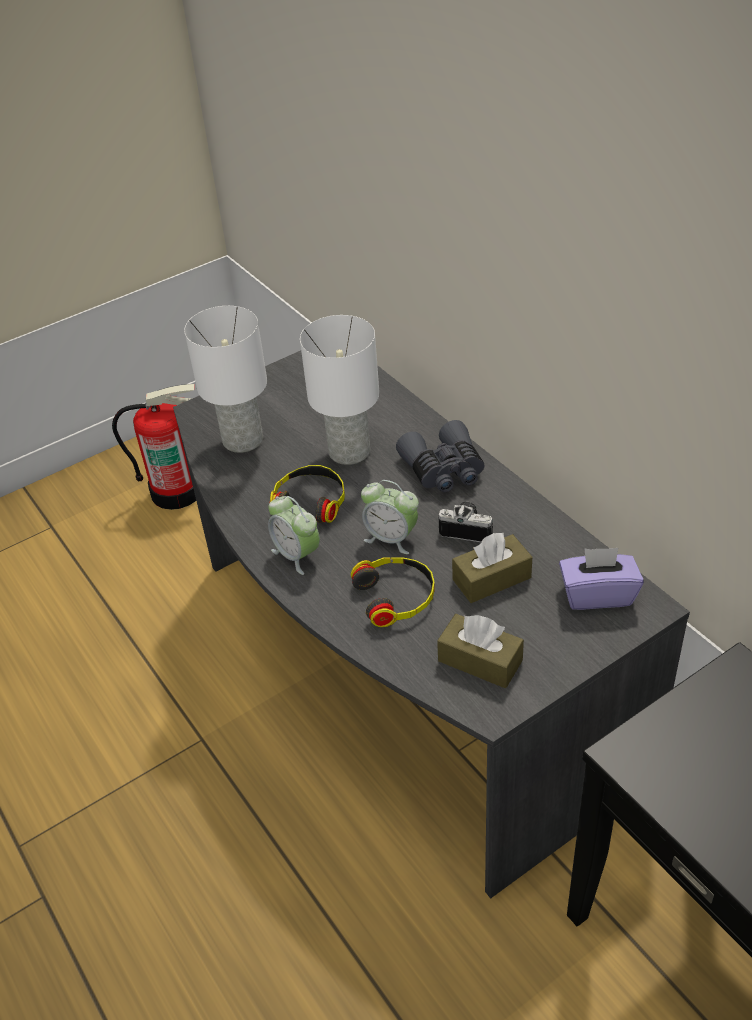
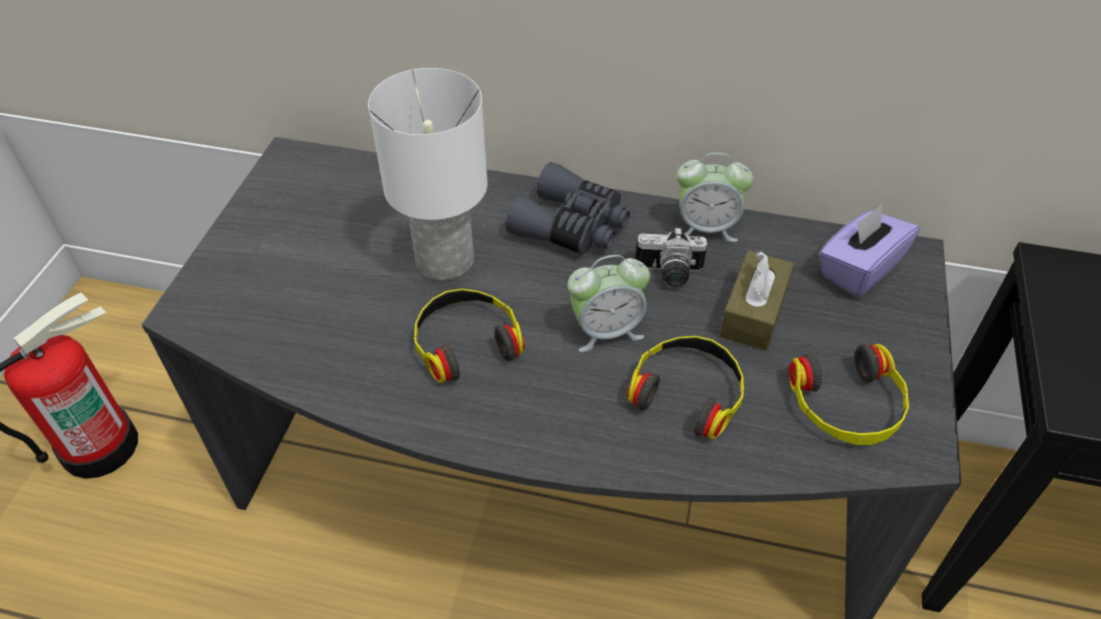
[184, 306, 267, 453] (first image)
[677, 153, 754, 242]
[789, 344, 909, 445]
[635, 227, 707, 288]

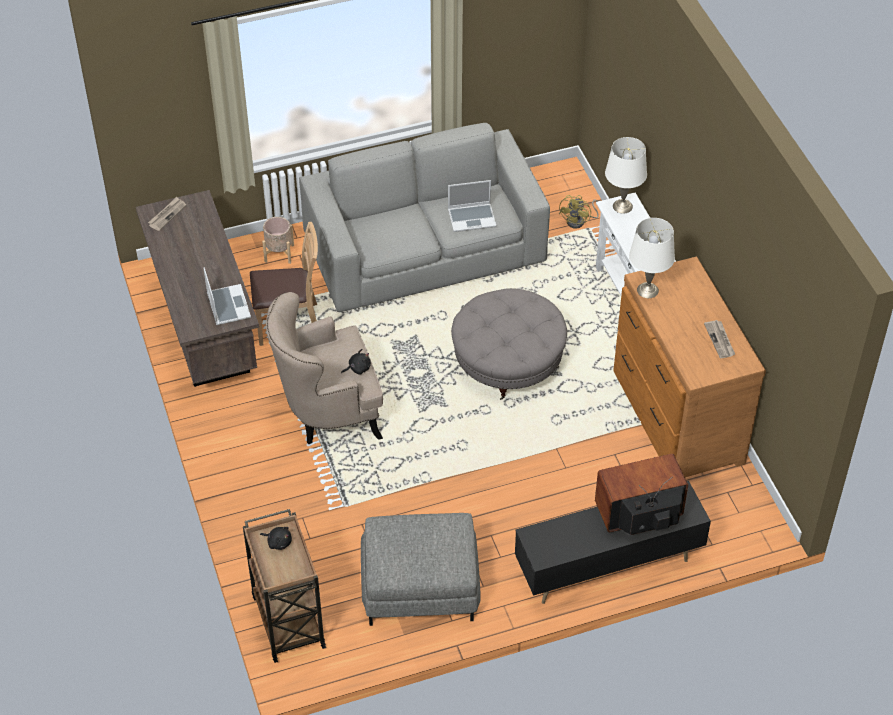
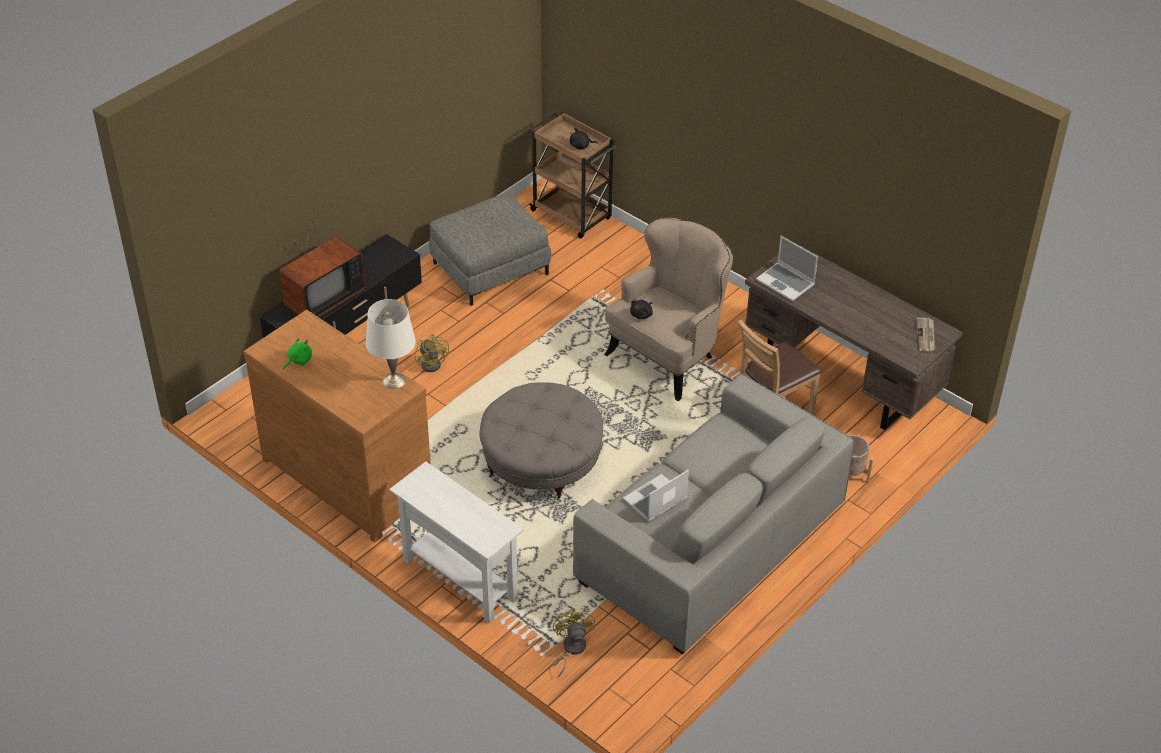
[605, 137, 647, 214] (first image)
[283, 338, 312, 369]
[415, 334, 449, 372]

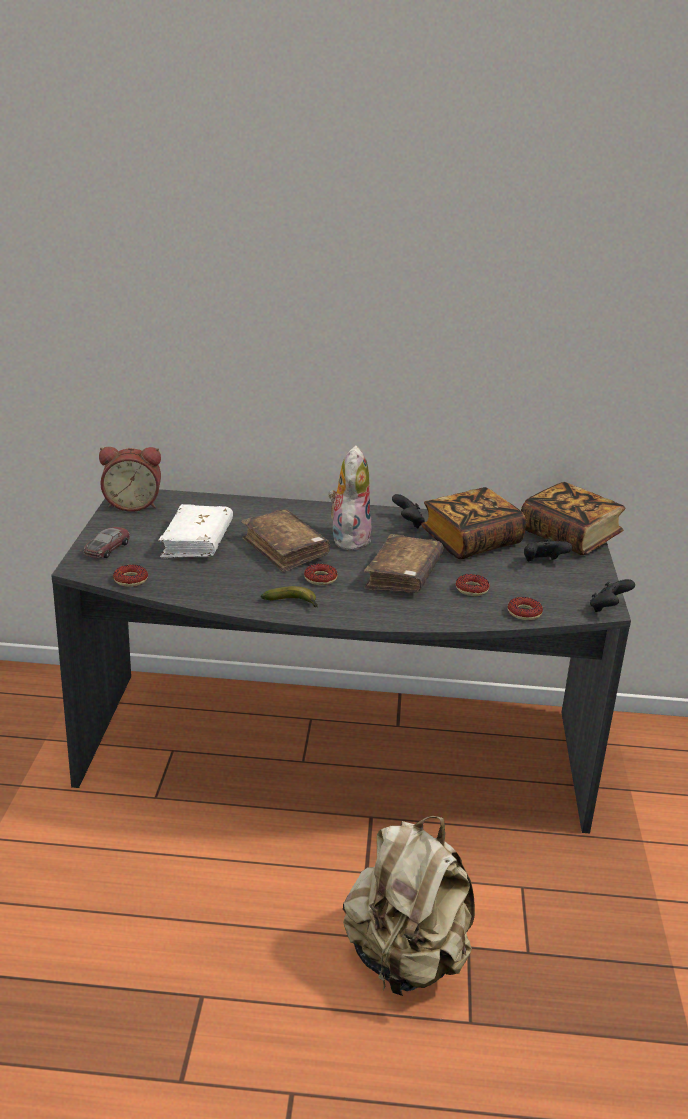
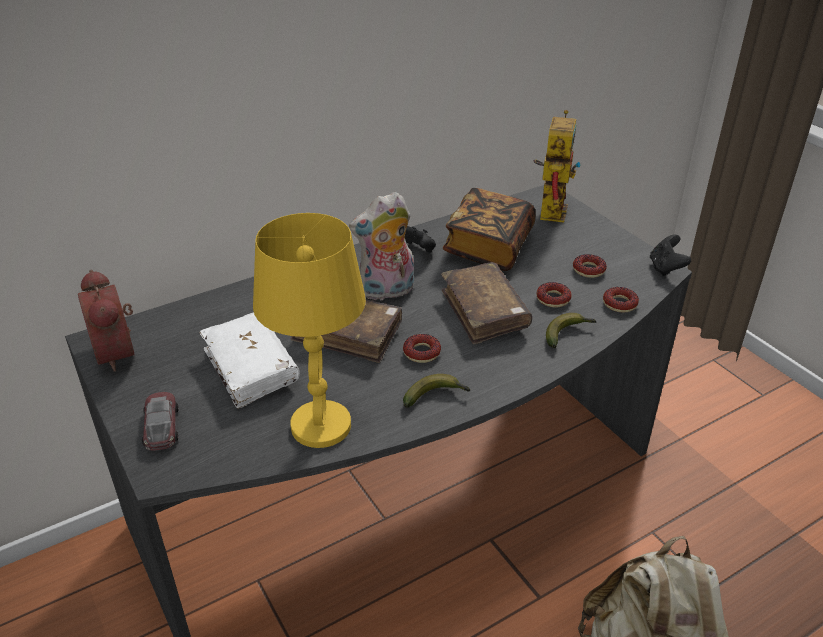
[78, 269, 135, 372]
[573, 254, 607, 278]
[349, 192, 414, 301]
[533, 110, 581, 223]
[524, 539, 572, 561] (first image)
[253, 213, 366, 448]
[546, 313, 596, 348]

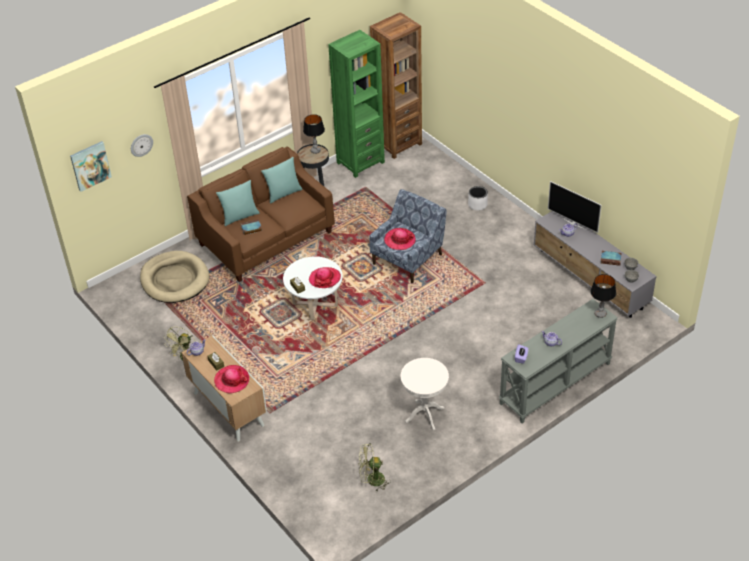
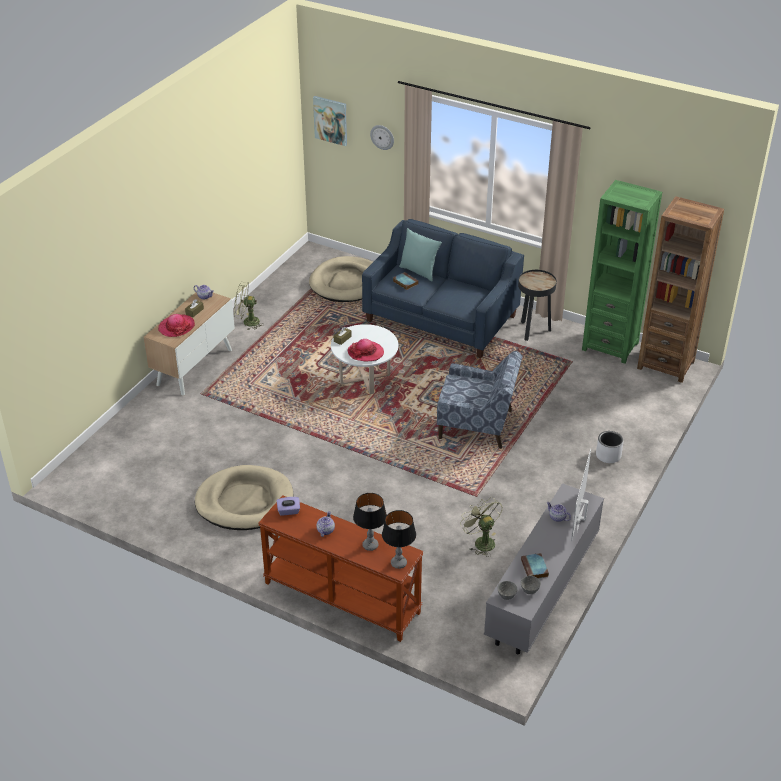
[362, 219, 524, 358]
[261, 157, 303, 204] (first image)
[353, 493, 387, 551]
[460, 497, 503, 557]
[384, 228, 415, 250] (first image)
[195, 465, 293, 530]
[259, 495, 424, 642]

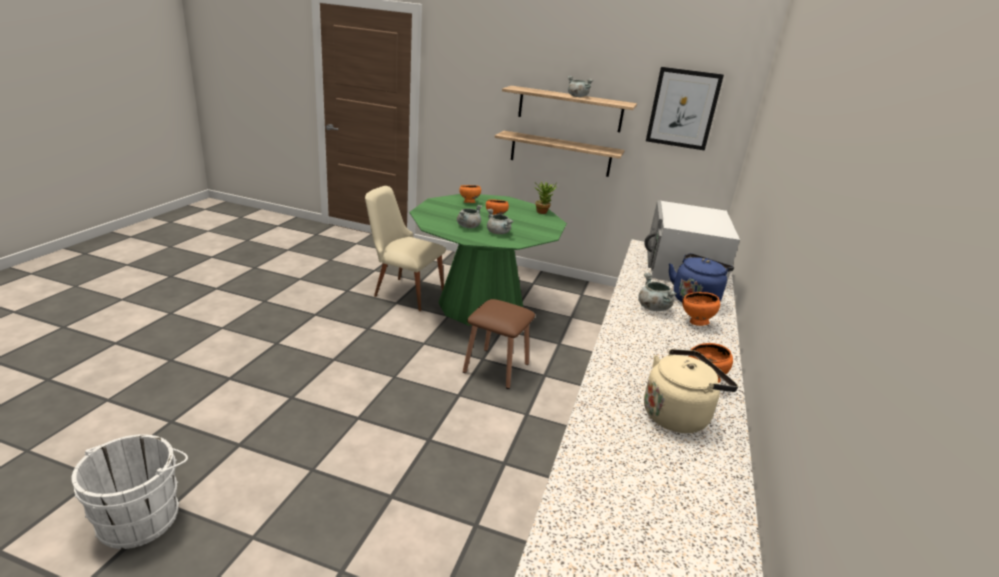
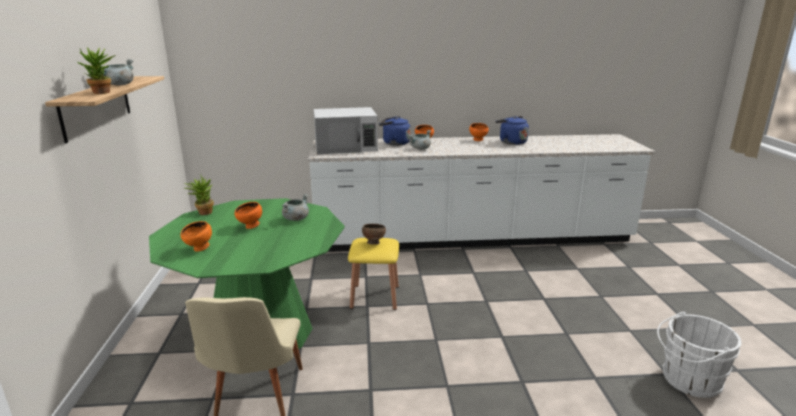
[457, 205, 482, 228] (first image)
[348, 238, 399, 310]
[495, 131, 625, 177] (first image)
[496, 116, 529, 145]
[646, 67, 724, 151] (first image)
[77, 47, 116, 94]
[362, 224, 386, 245]

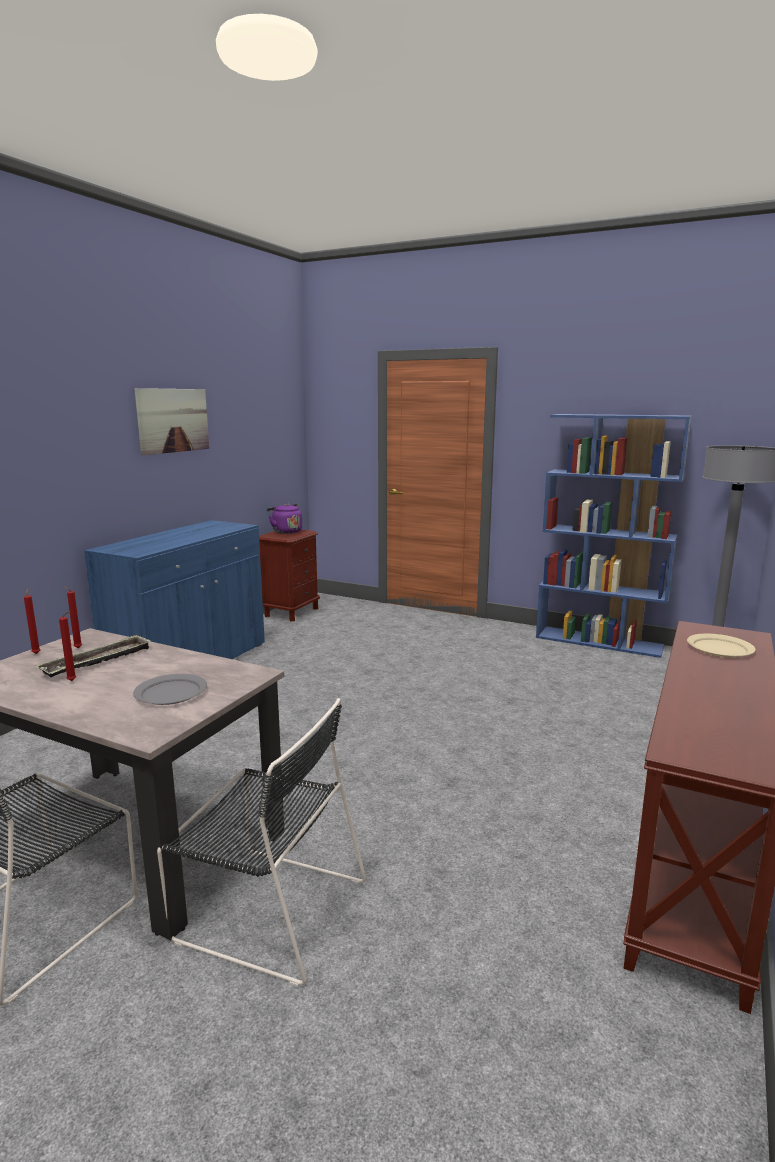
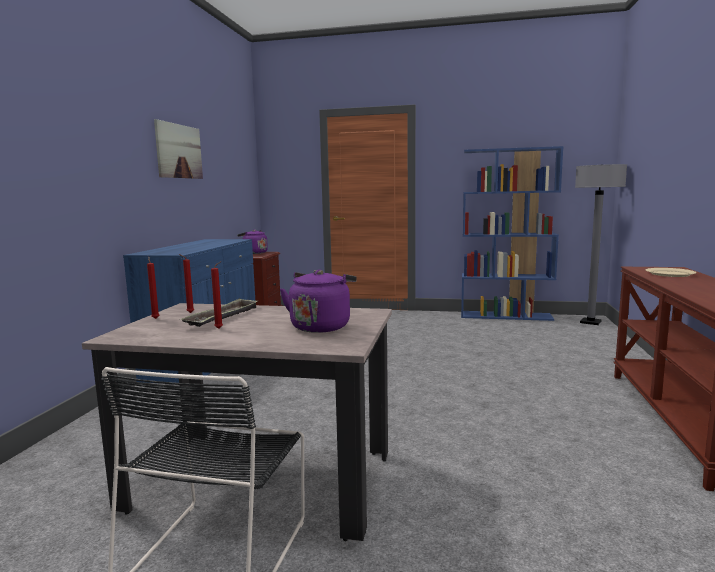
[280, 270, 357, 333]
[157, 698, 366, 987] (first image)

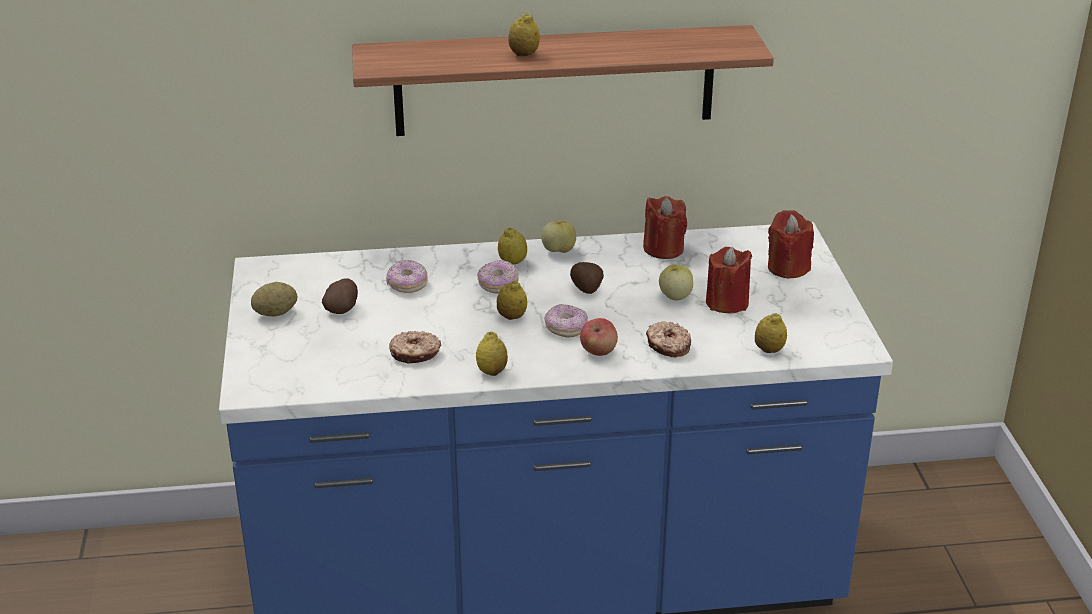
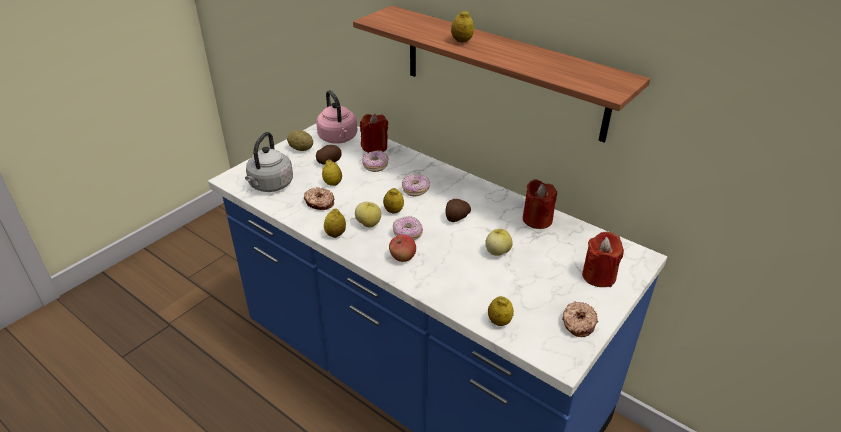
[322, 160, 342, 186]
[355, 202, 381, 227]
[562, 301, 598, 337]
[360, 114, 388, 153]
[245, 132, 293, 192]
[316, 90, 357, 144]

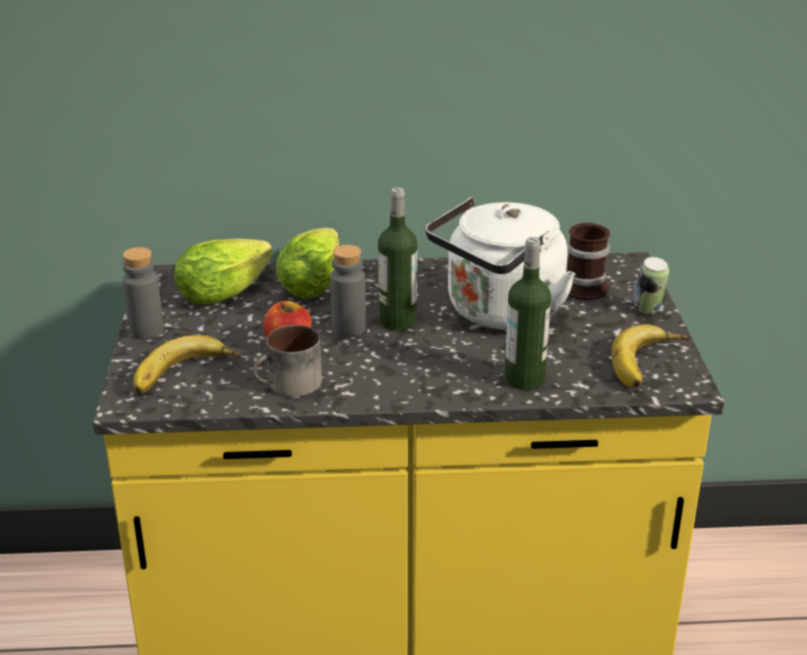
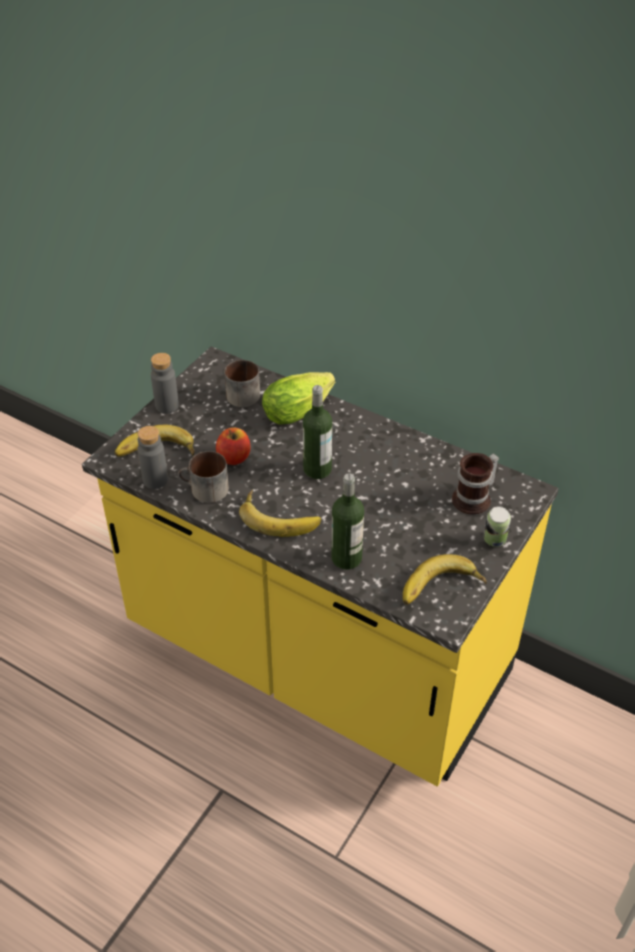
[224, 360, 260, 407]
[137, 426, 168, 489]
[426, 197, 575, 330] (first image)
[239, 490, 321, 537]

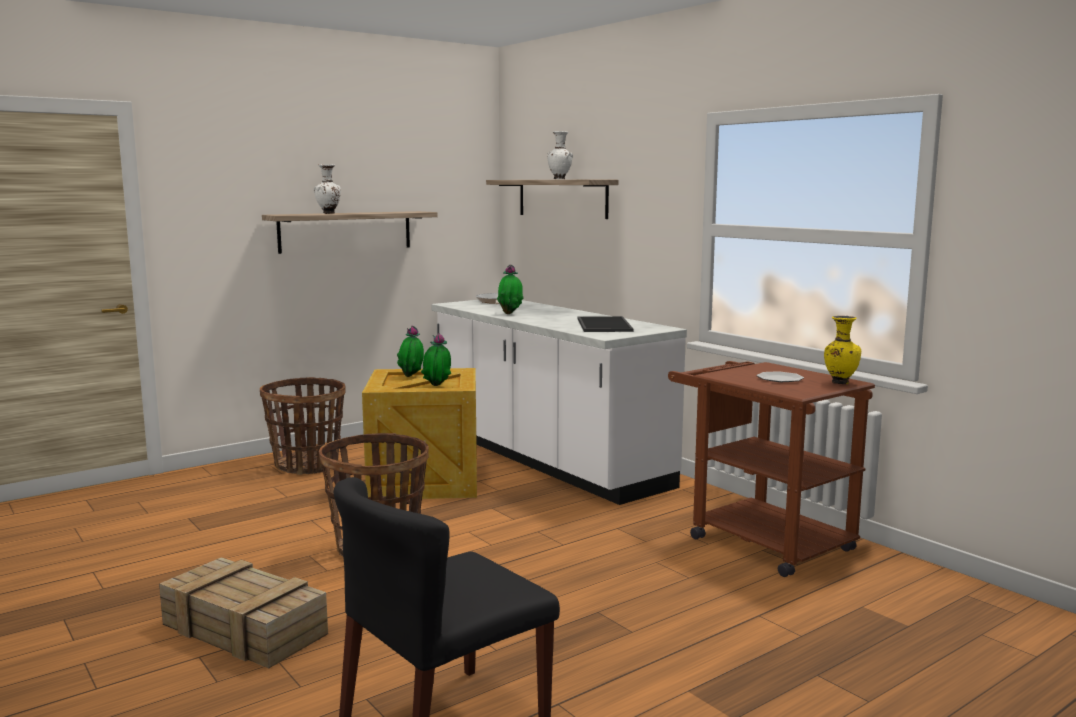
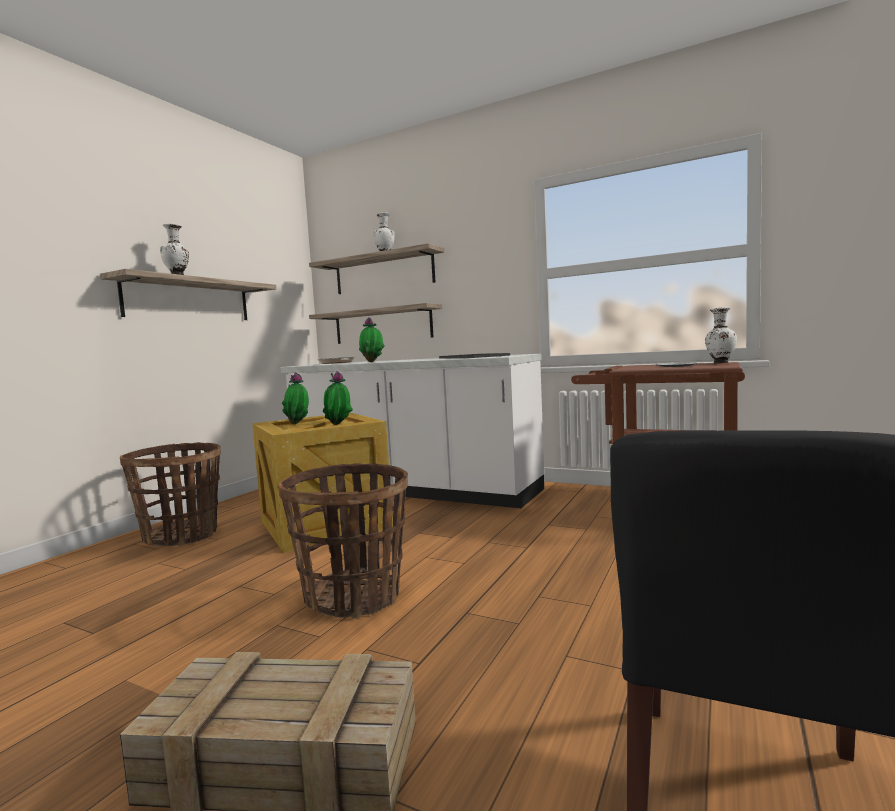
[705, 307, 737, 363]
[309, 303, 442, 344]

